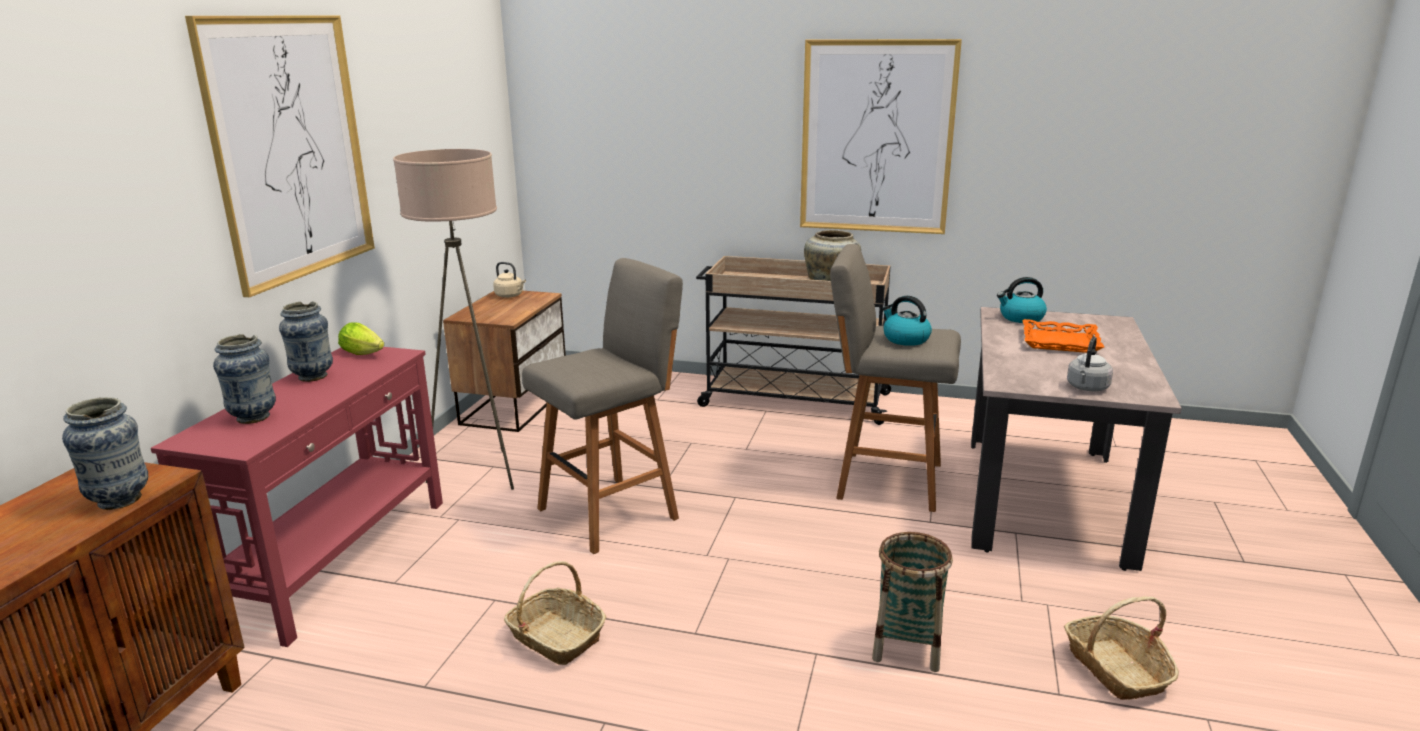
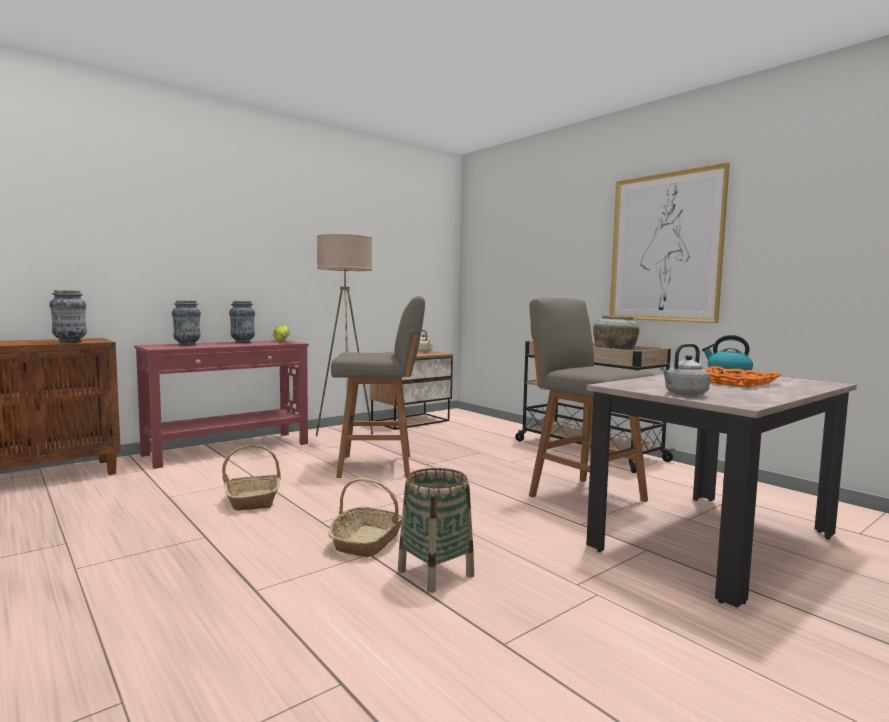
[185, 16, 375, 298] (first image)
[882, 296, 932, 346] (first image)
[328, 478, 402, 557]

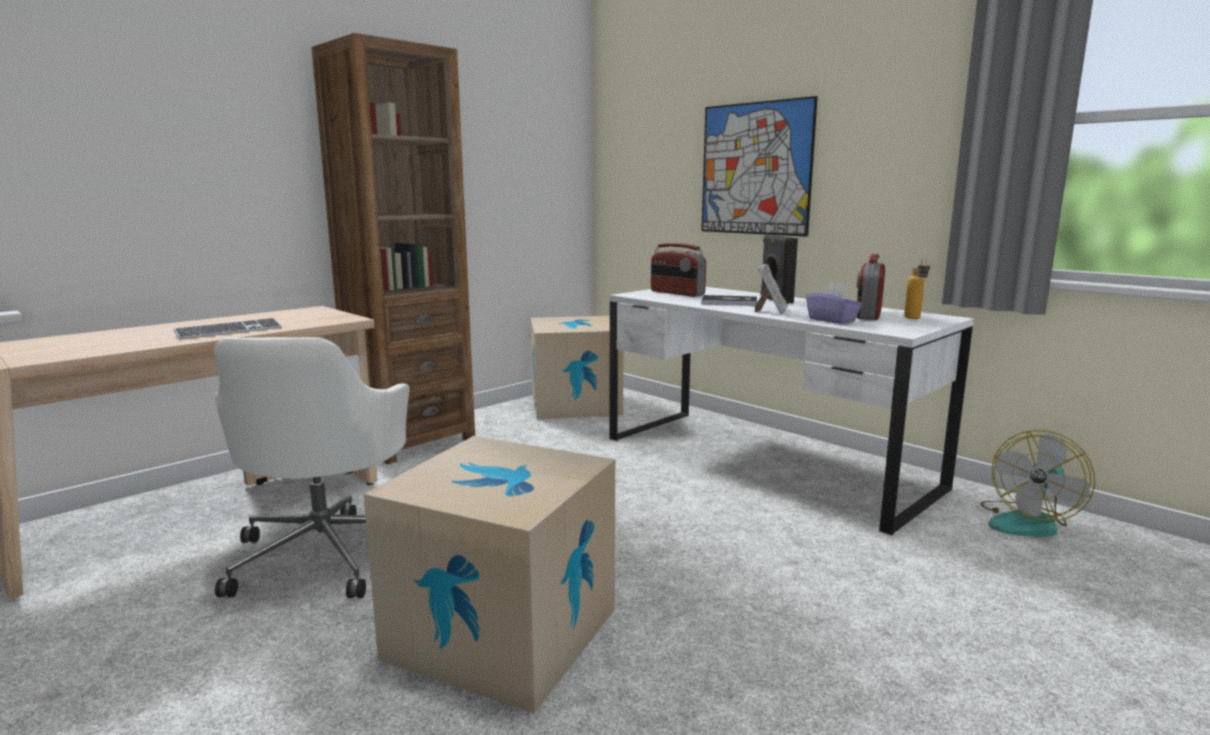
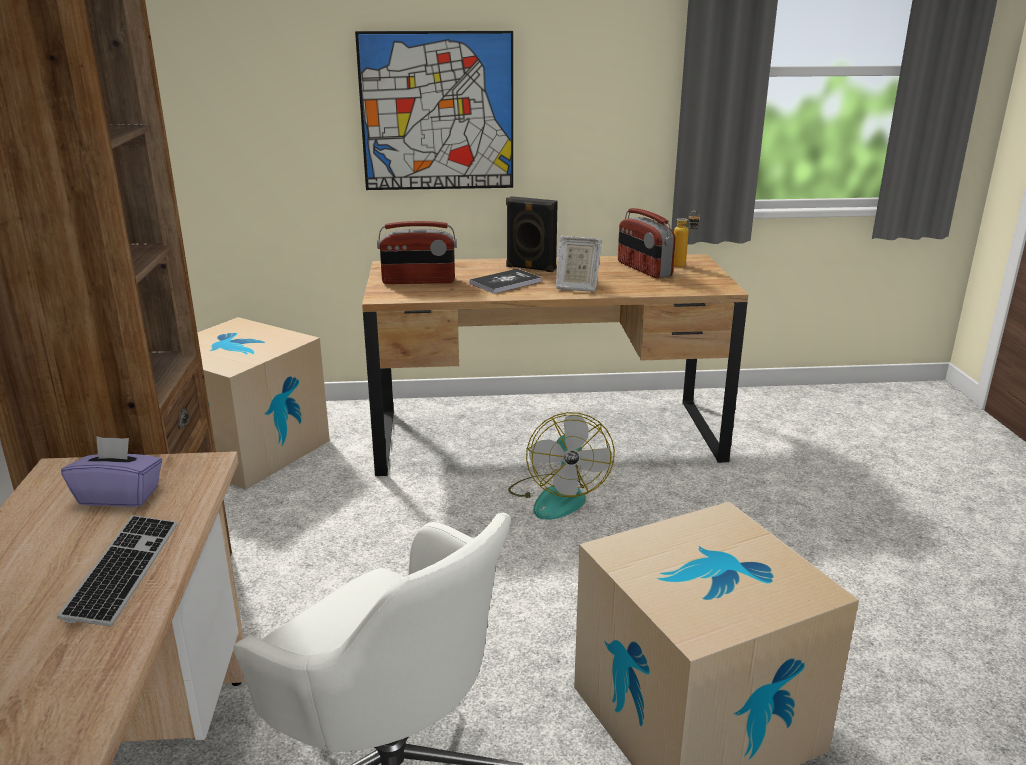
[362, 254, 748, 476]
[556, 236, 602, 292]
[61, 436, 162, 507]
[508, 412, 615, 520]

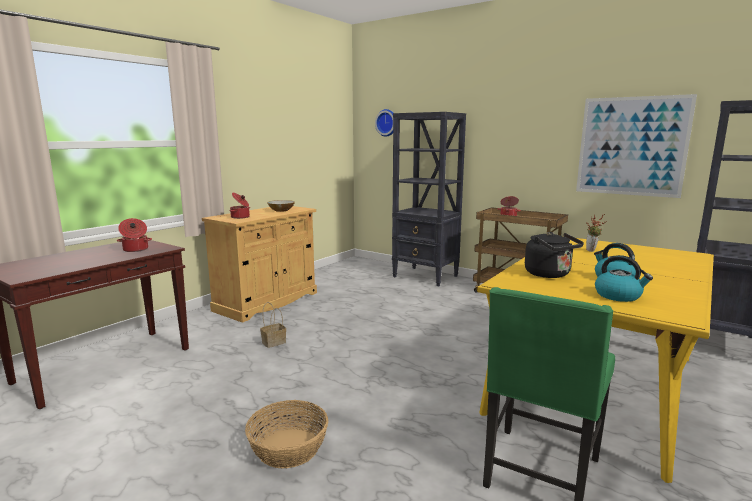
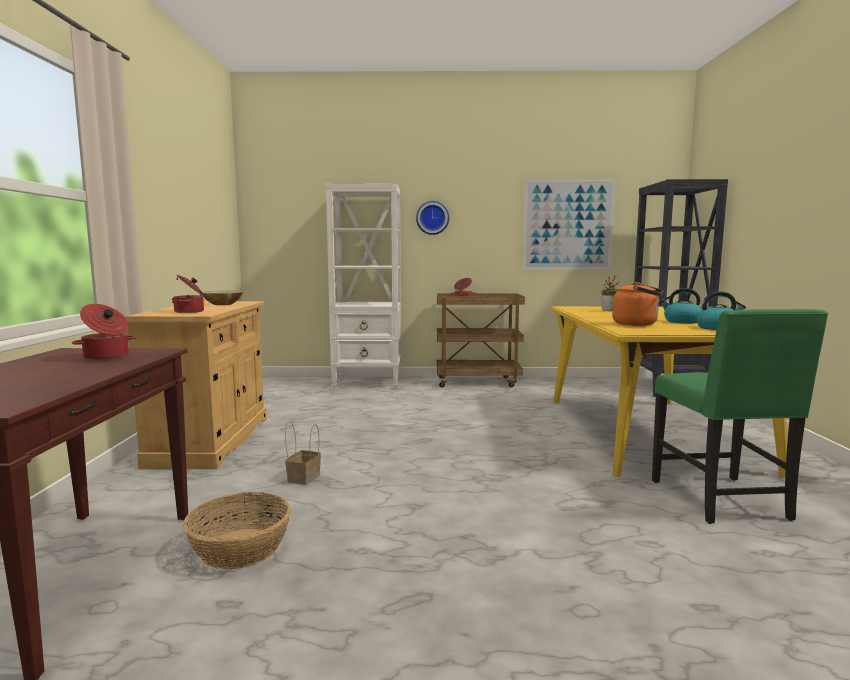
[183, 492, 291, 569]
[416, 201, 449, 235]
[326, 184, 401, 389]
[612, 282, 664, 326]

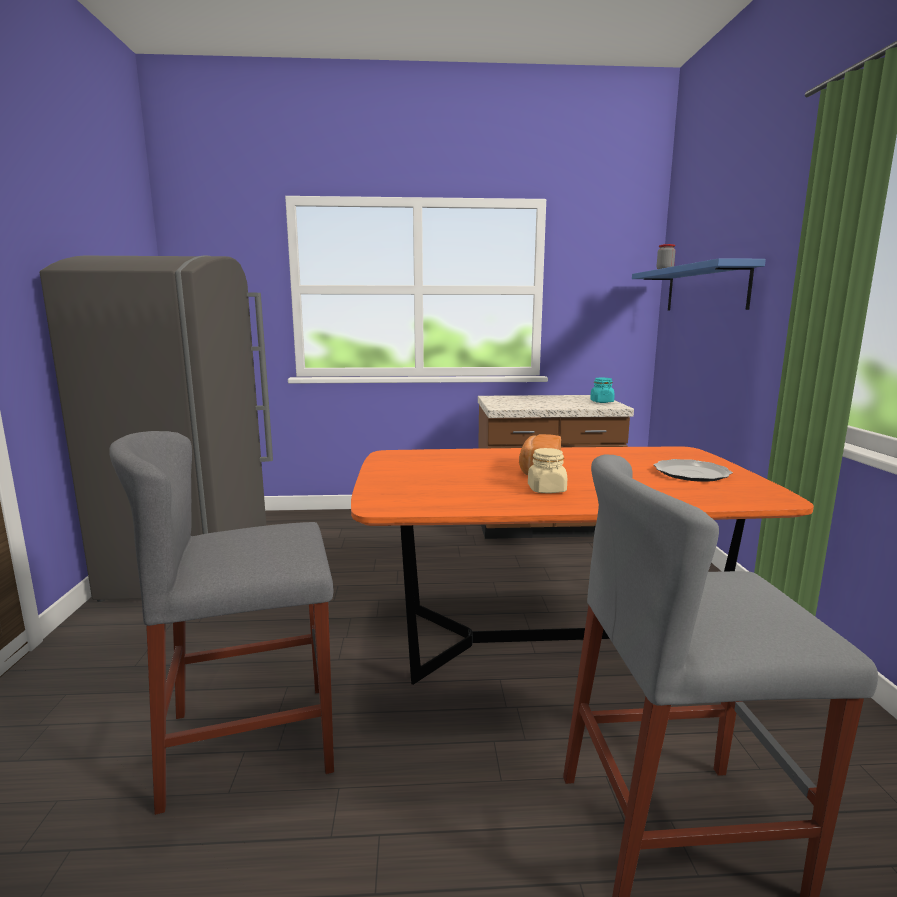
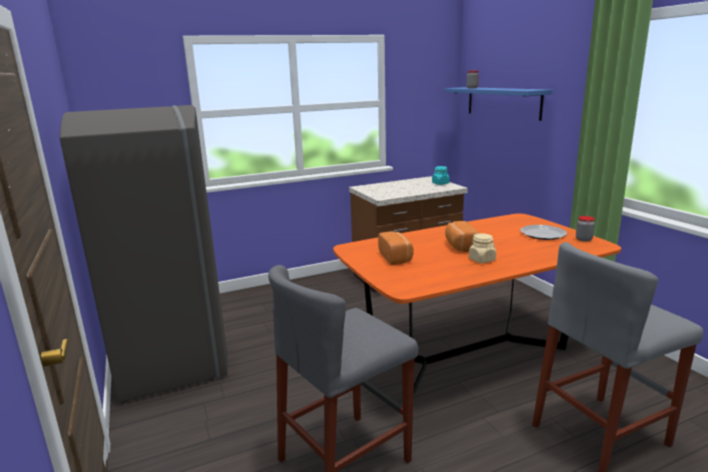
[378, 231, 413, 265]
[576, 216, 595, 242]

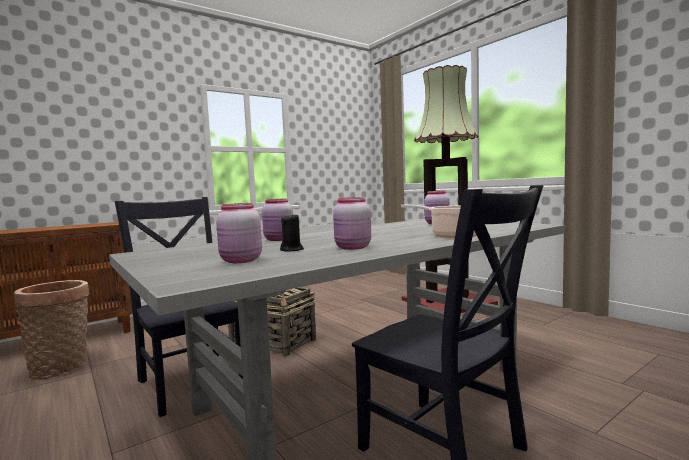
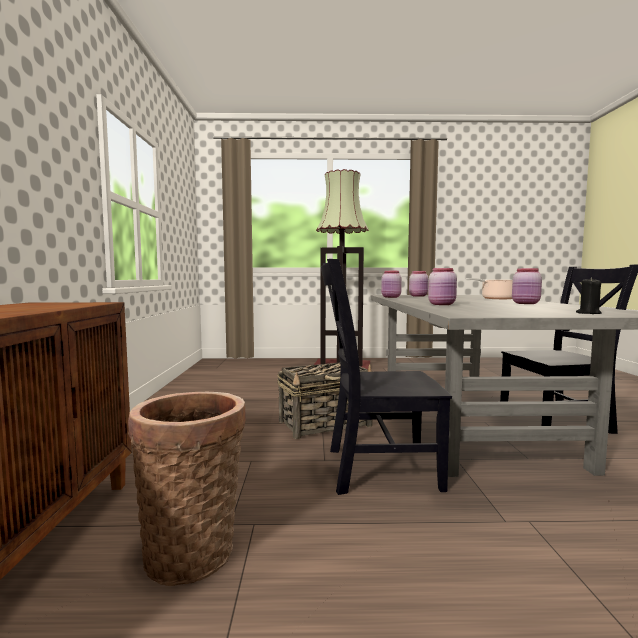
[381, 271, 402, 298]
[576, 277, 602, 314]

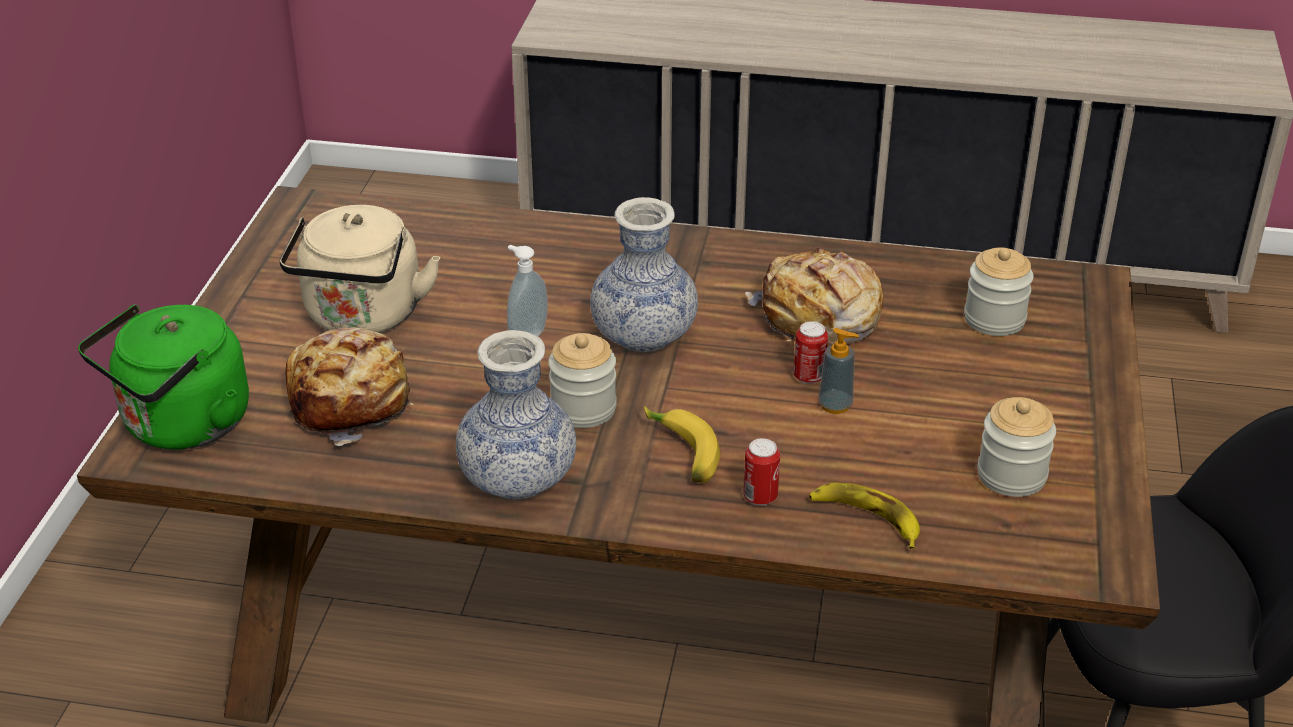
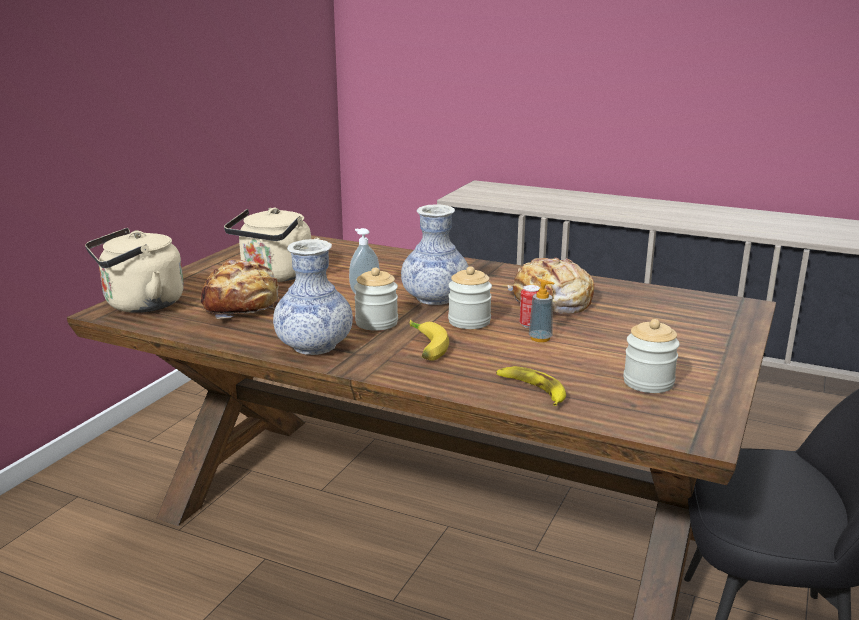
[85, 228, 184, 313]
[743, 438, 780, 506] (first image)
[448, 266, 492, 329]

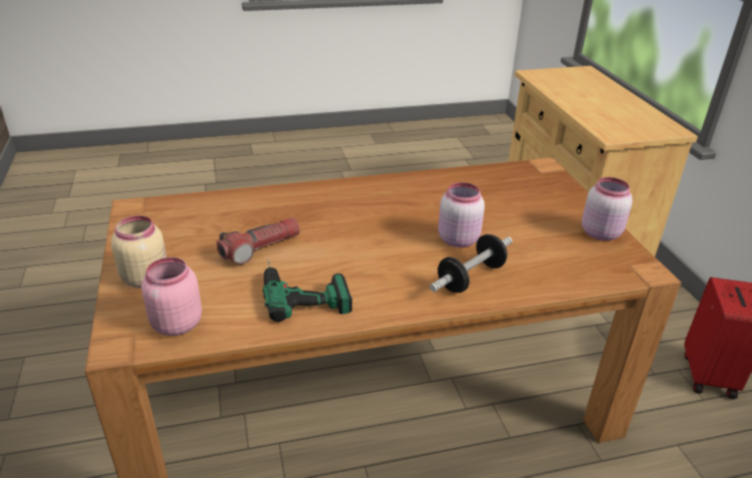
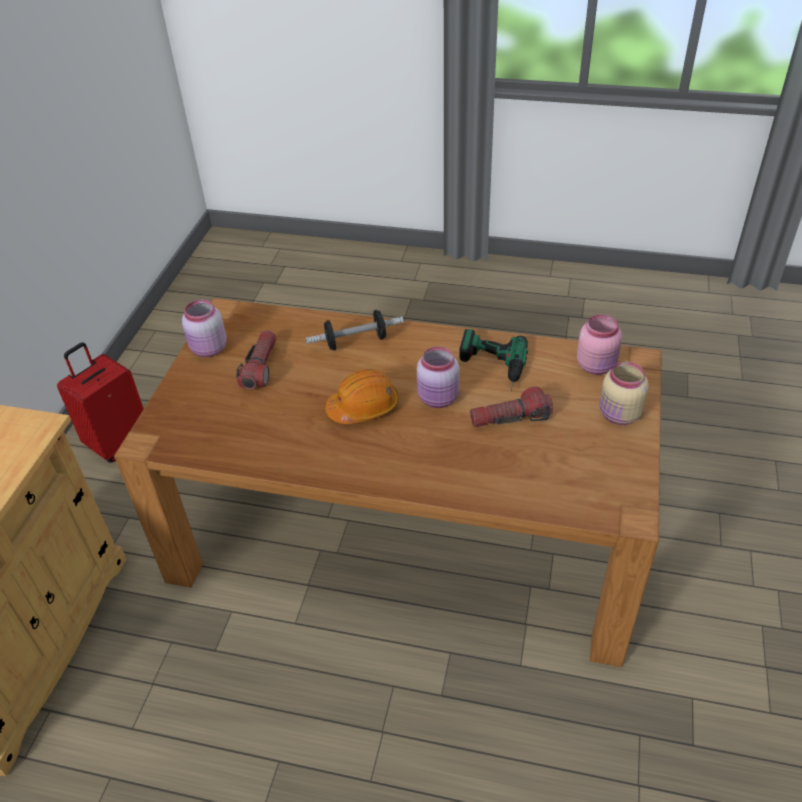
[417, 347, 460, 408]
[236, 330, 276, 390]
[325, 369, 399, 424]

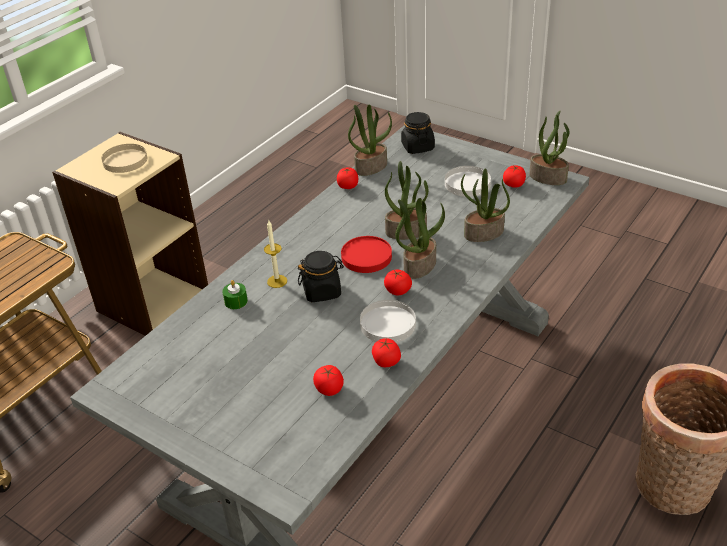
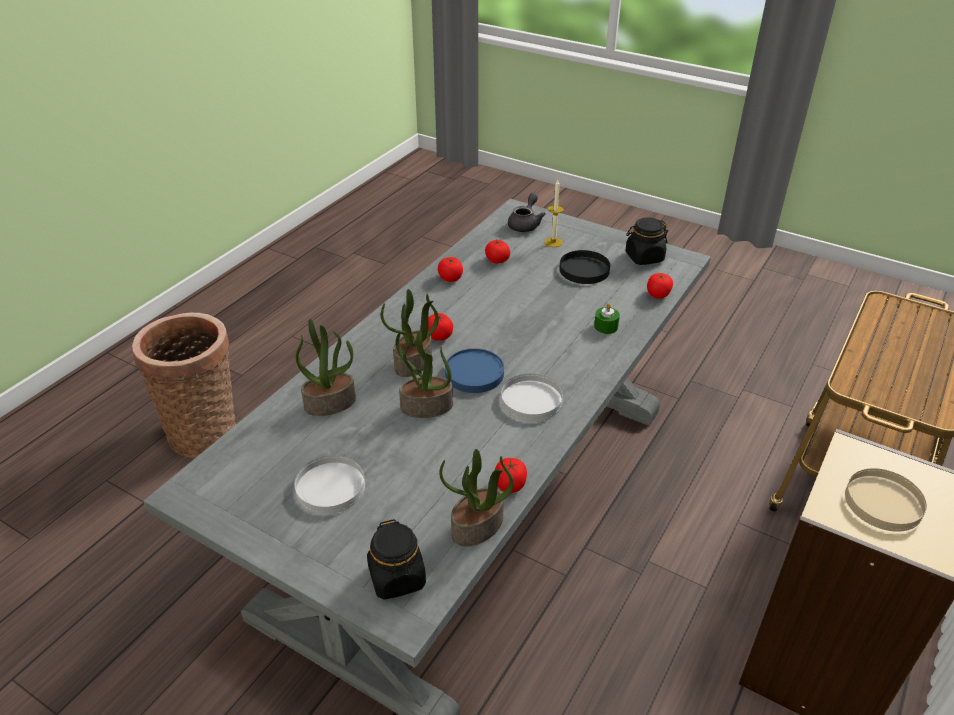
[544, 180, 564, 247]
[625, 217, 668, 265]
[445, 348, 504, 393]
[501, 374, 563, 422]
[647, 273, 673, 299]
[529, 110, 570, 185] (first image)
[508, 193, 546, 232]
[559, 250, 610, 284]

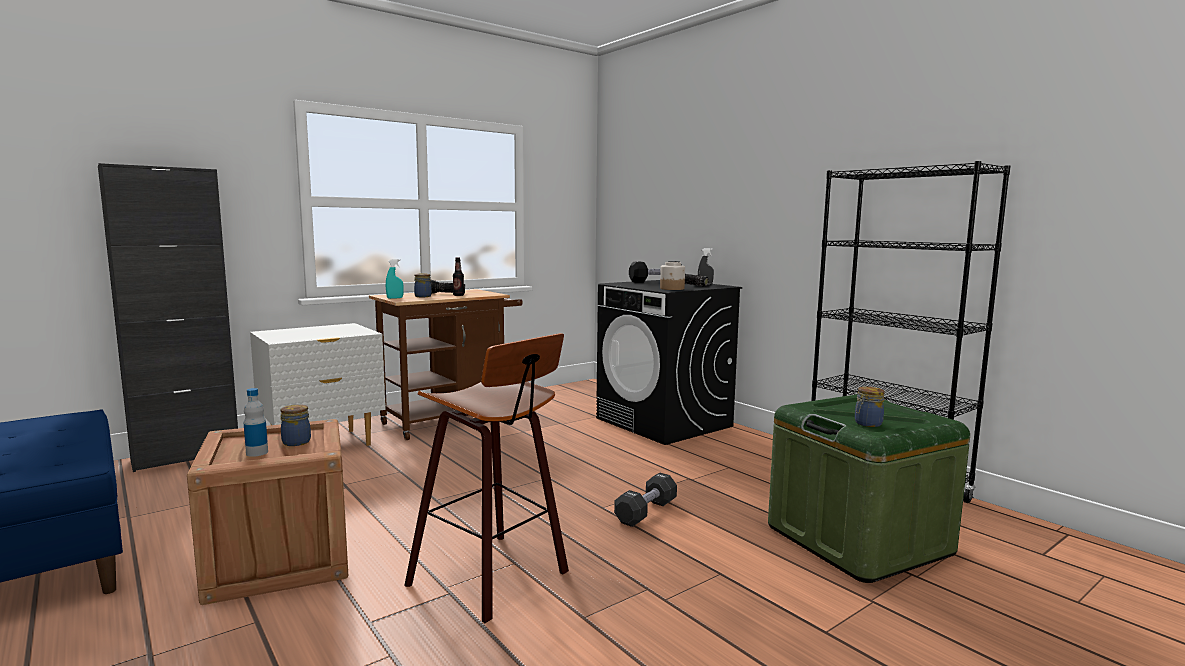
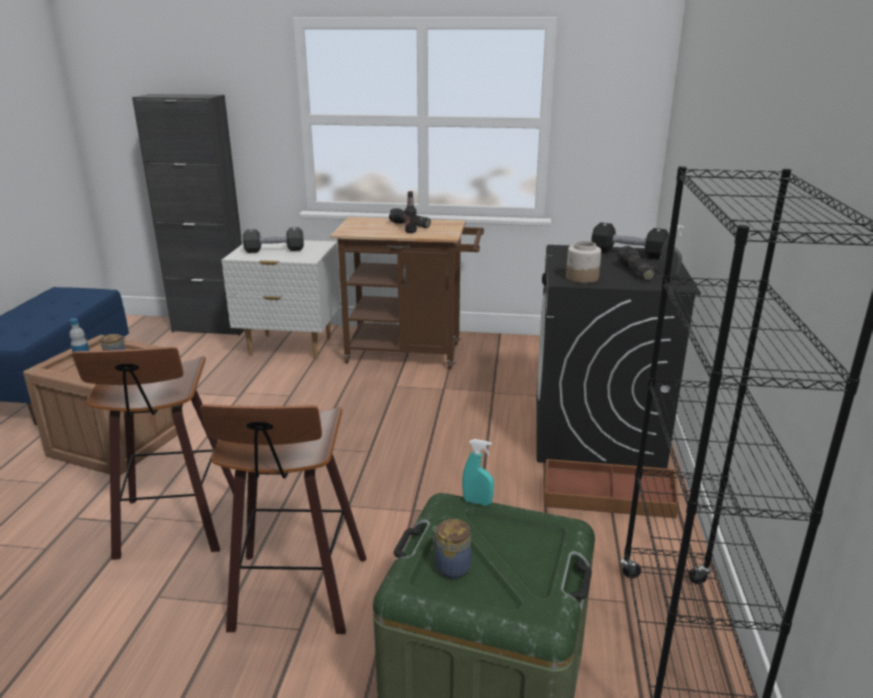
[462, 439, 494, 506]
[414, 273, 432, 297] (first image)
[243, 227, 304, 253]
[200, 404, 367, 634]
[544, 459, 679, 518]

